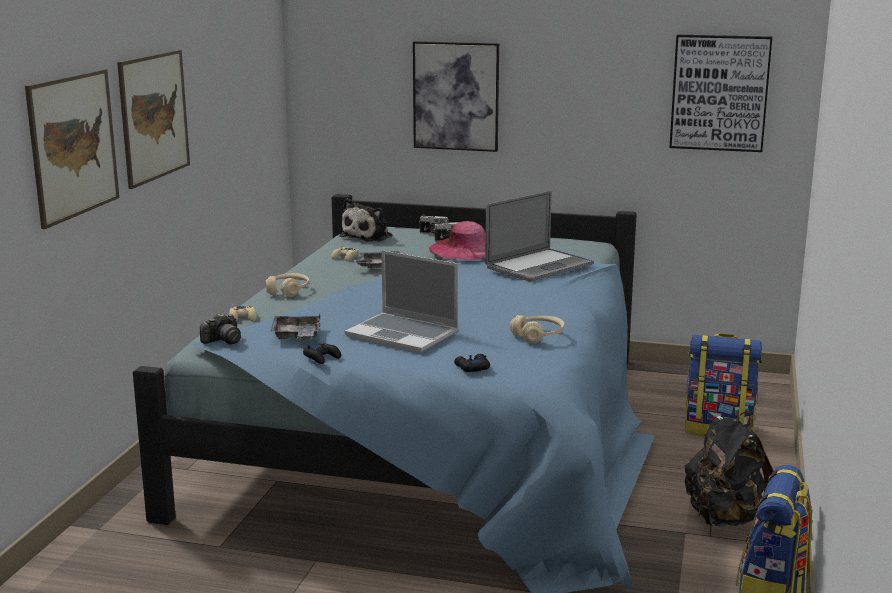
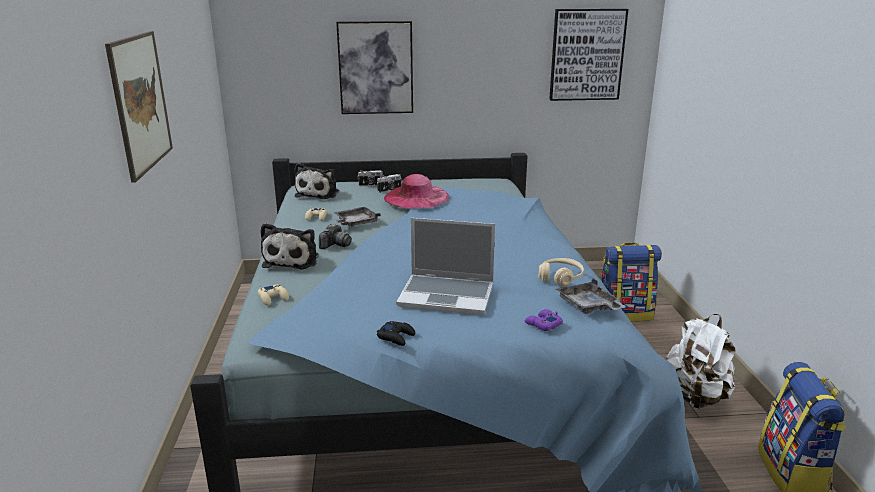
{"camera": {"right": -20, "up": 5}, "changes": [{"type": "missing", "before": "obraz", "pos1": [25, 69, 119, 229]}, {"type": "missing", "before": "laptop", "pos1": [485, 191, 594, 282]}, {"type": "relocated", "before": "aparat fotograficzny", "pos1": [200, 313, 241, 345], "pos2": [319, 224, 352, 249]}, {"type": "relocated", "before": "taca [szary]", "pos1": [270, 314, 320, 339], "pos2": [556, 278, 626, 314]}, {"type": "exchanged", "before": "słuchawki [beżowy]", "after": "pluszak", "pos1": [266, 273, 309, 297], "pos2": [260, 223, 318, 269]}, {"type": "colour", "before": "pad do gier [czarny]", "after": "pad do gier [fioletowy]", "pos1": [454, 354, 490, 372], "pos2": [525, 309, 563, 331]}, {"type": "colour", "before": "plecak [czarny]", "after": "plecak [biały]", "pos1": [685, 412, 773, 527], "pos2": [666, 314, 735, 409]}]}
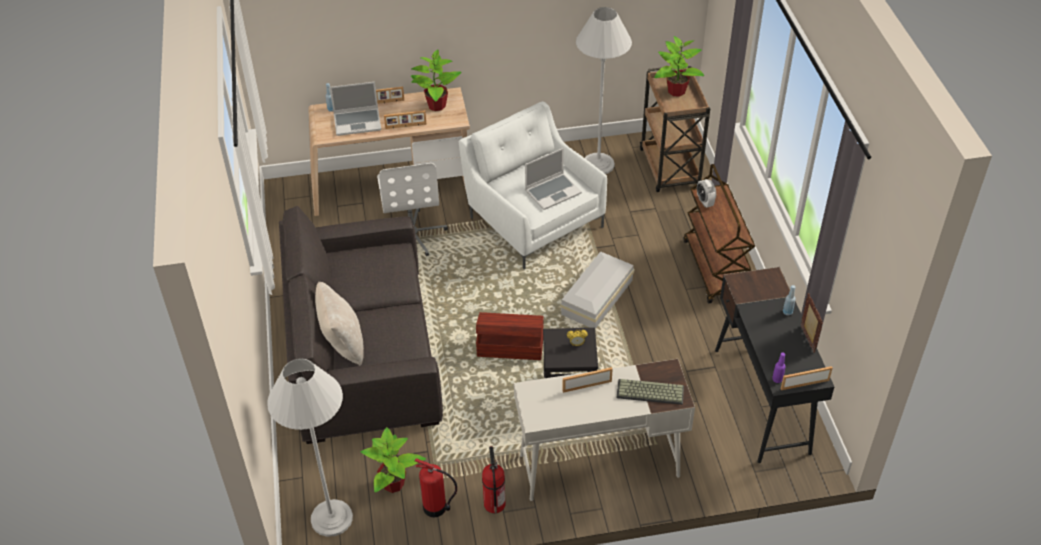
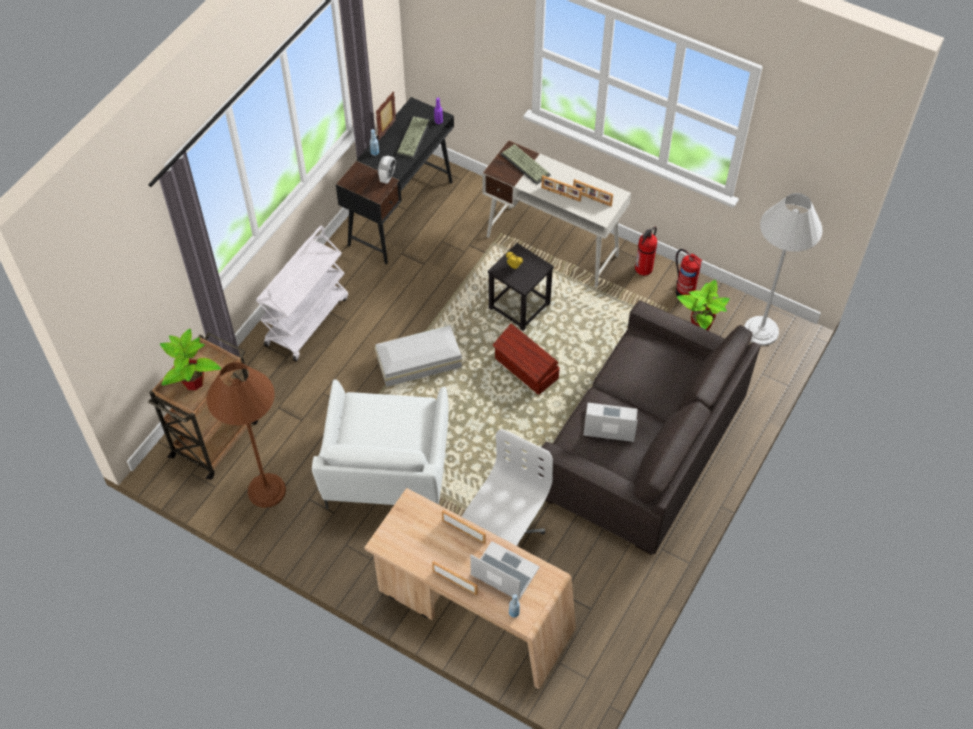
{"camera": {"right": -140, "up": 10}, "changes": [{"type": "missing", "before": "poduszka [beżowy]", "pos1": [315, 282, 364, 366]}, {"type": "missing", "before": "roślina doniczkowa", "pos1": [411, 49, 462, 111]}, {"type": "appeared", "after": "klawiatura", "pos2": [396, 116, 431, 159]}, {"type": "relocated", "before": "laptop", "pos1": [525, 148, 582, 210], "pos2": [584, 403, 638, 442]}, {"type": "relocated", "before": "budzik", "pos1": [697, 179, 716, 208], "pos2": [378, 156, 396, 184]}, {"type": "relocated", "before": "ramka na zdjęcie", "pos1": [781, 366, 833, 390], "pos2": [573, 179, 613, 206]}, {"type": "colour", "before": "lampa stojąca [biały]", "after": "lampa stojąca [brązowy]", "pos1": [576, 7, 632, 174], "pos2": [207, 362, 286, 508]}, {"type": "colour", "before": "wózek [brązowy]", "after": "wózek [biały]", "pos1": [684, 164, 755, 303], "pos2": [256, 226, 348, 361]}]}
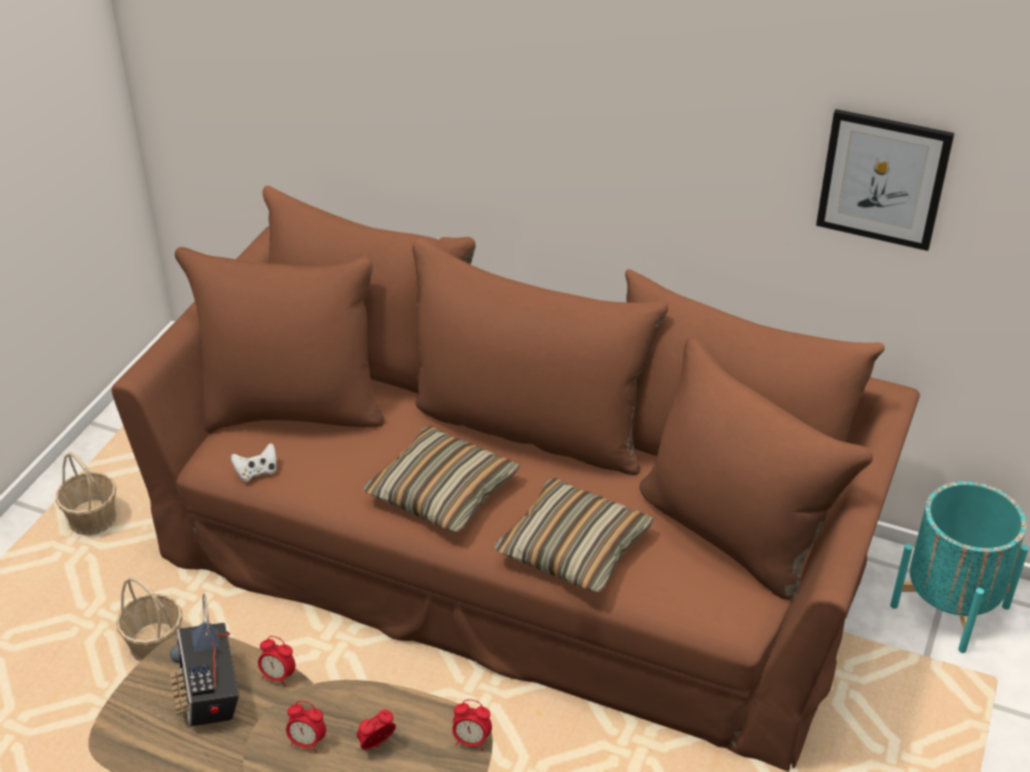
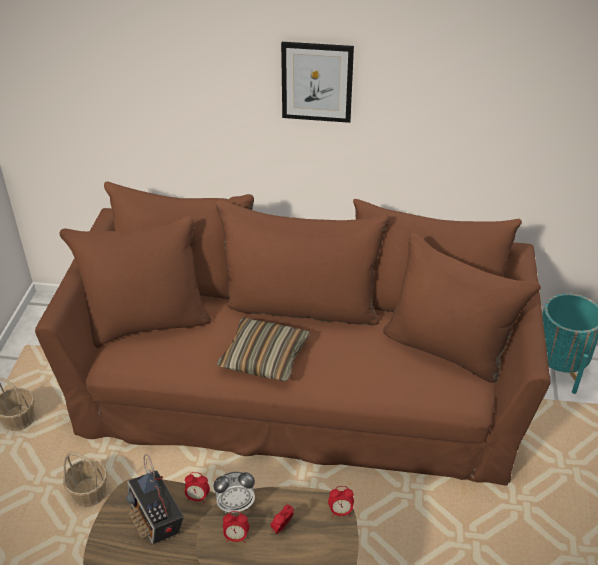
{"camera": {"right": -15, "up": 0}, "changes": [{"type": "missing", "before": "pad do gier [biały]", "pos1": [231, 443, 277, 481]}, {"type": "missing", "before": "poduszka", "pos1": [494, 478, 654, 593]}, {"type": "appeared", "after": "budzik", "pos2": [214, 472, 255, 513]}, {"type": "relocated", "before": "obraz", "pos1": [816, 109, 954, 251], "pos2": [281, 42, 354, 123]}]}
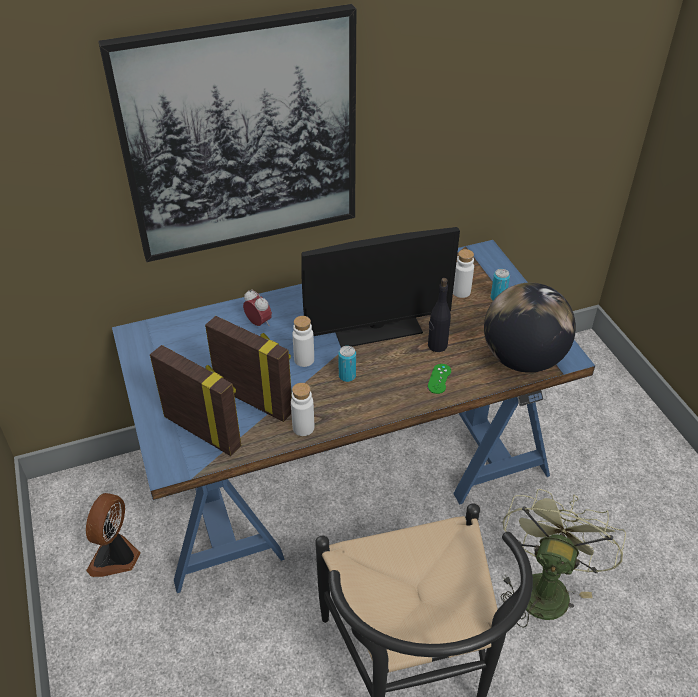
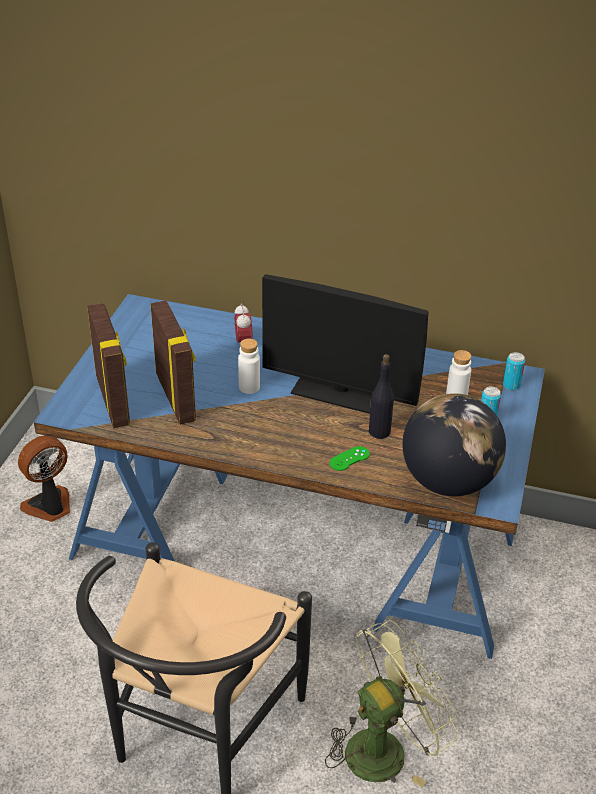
{"camera": {"right": 35, "up": -5}, "changes": [{"type": "missing", "before": "obraz", "pos1": [98, 4, 356, 262]}, {"type": "missing", "before": "butelka [biały]", "pos1": [291, 383, 314, 436]}, {"type": "relocated", "before": "puszka", "pos1": [338, 346, 356, 382], "pos2": [503, 352, 525, 390]}]}
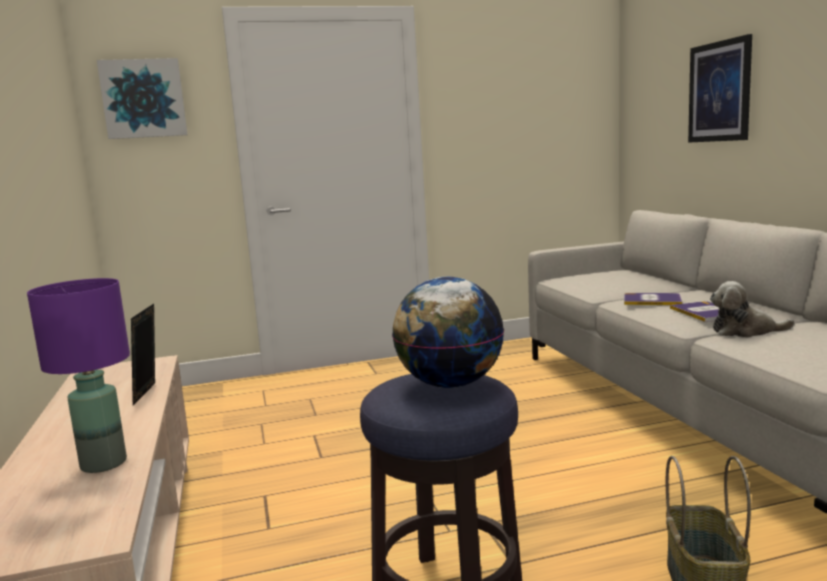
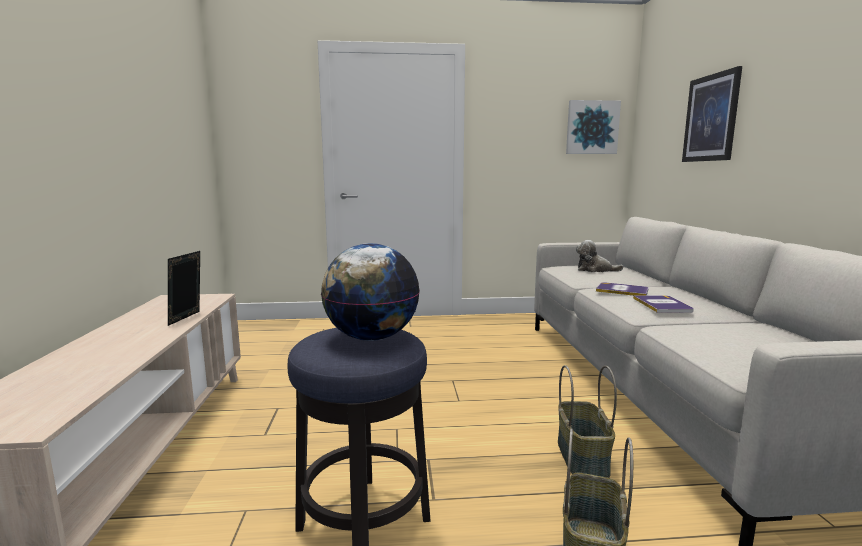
{"camera": {"right": 10, "up": 0}, "changes": [{"type": "missing", "before": "lampa stołowa [fioletowy]", "pos1": [27, 278, 130, 473]}, {"type": "appeared", "after": "koszyk", "pos2": [558, 365, 617, 478]}, {"type": "relocated", "before": "obraz", "pos1": [97, 58, 187, 139], "pos2": [566, 100, 621, 154]}, {"type": "relocated", "before": "pluszak", "pos1": [710, 281, 795, 338], "pos2": [576, 240, 624, 272]}]}
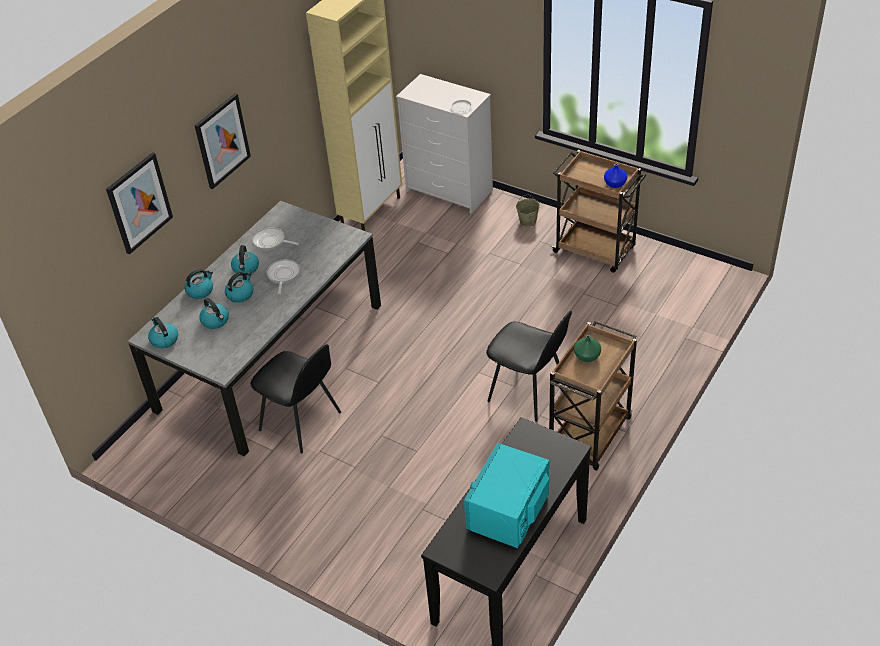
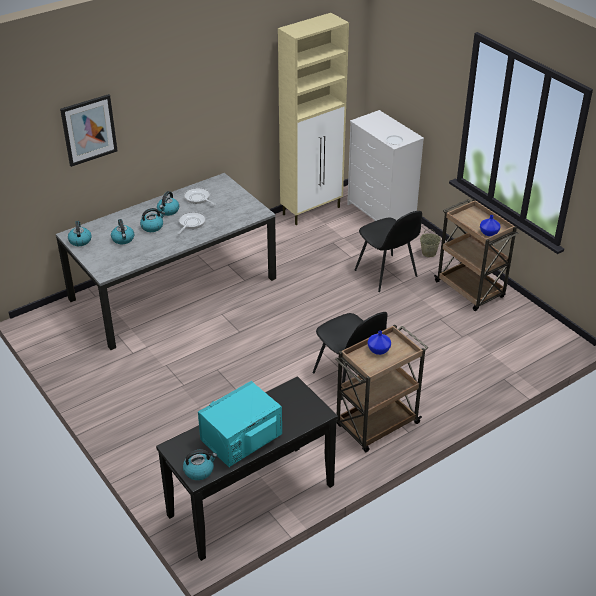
{"camera": {"right": 20, "up": -5}, "changes": [{"type": "missing", "before": "obraz", "pos1": [194, 93, 251, 189]}, {"type": "relocated", "before": "czajnik", "pos1": [184, 269, 213, 299], "pos2": [183, 450, 217, 480]}, {"type": "relocated", "before": "krzesło [czarny]", "pos1": [250, 344, 341, 453], "pos2": [355, 211, 422, 292]}, {"type": "colour", "before": "wazon [zielony]", "after": "wazon [niebieski]", "pos1": [574, 335, 601, 362], "pos2": [368, 331, 391, 355]}]}
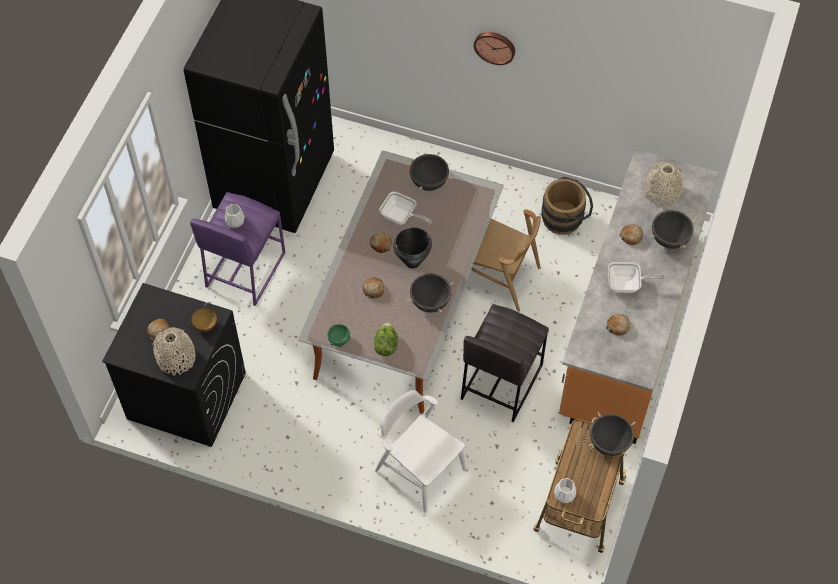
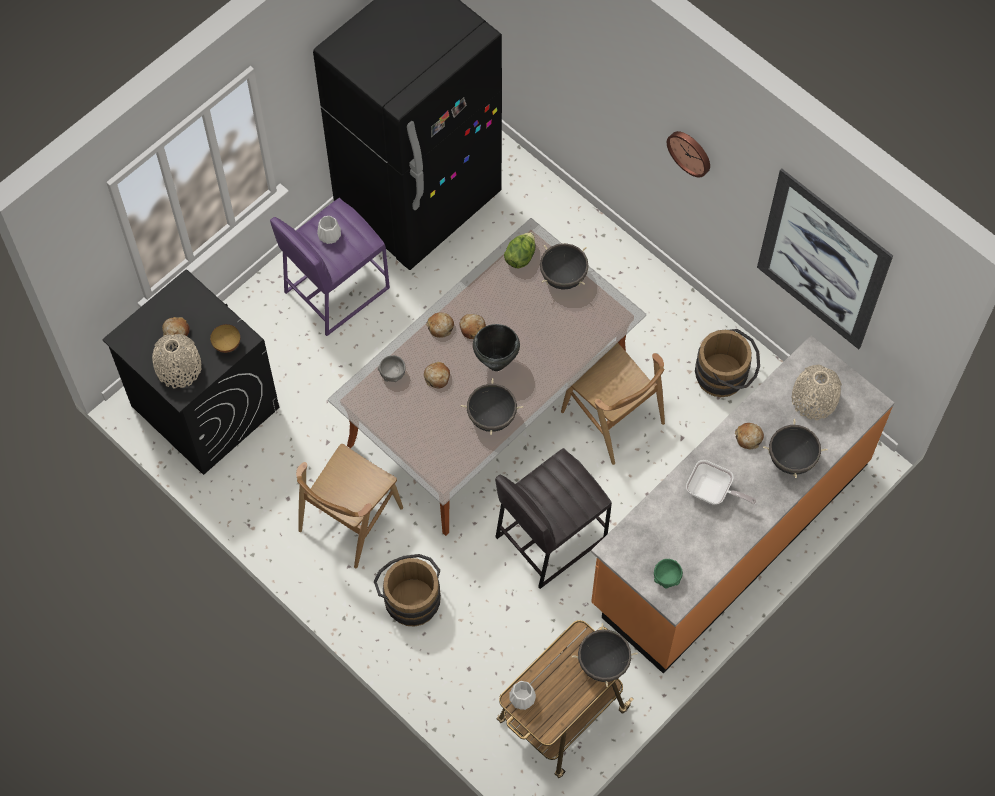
{"camera": {"right": 25, "up": 5}, "changes": [{"type": "missing", "before": "patelnia", "pos1": [379, 192, 432, 225]}, {"type": "appeared", "after": "krzesło [brązowy]", "pos2": [296, 444, 403, 569]}, {"type": "appeared", "after": "miska [szary]", "pos2": [378, 355, 405, 382]}, {"type": "appeared", "after": "obraz", "pos2": [757, 168, 893, 349]}, {"type": "relocated", "before": "miska [zielony]", "pos1": [327, 324, 350, 347], "pos2": [654, 559, 683, 588]}, {"type": "relocated", "before": "sałata", "pos1": [374, 322, 398, 356], "pos2": [504, 232, 535, 268]}, {"type": "relocated", "before": "chleb", "pos1": [606, 314, 630, 336], "pos2": [426, 313, 454, 338]}, {"type": "exchanged", "before": "krzesło [biały]", "after": "wiadro [brązowy]", "pos1": [375, 390, 466, 513], "pos2": [374, 554, 441, 626]}]}
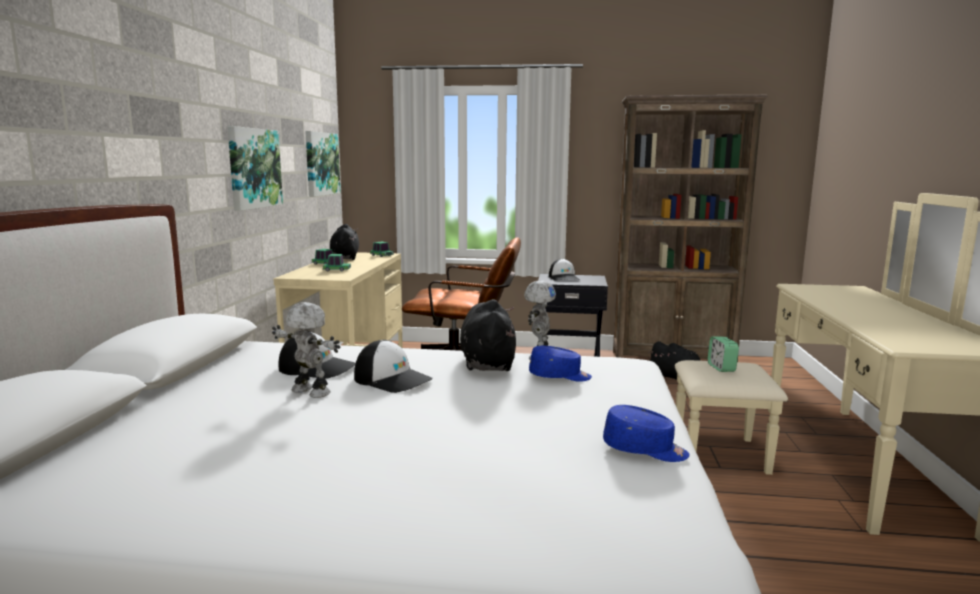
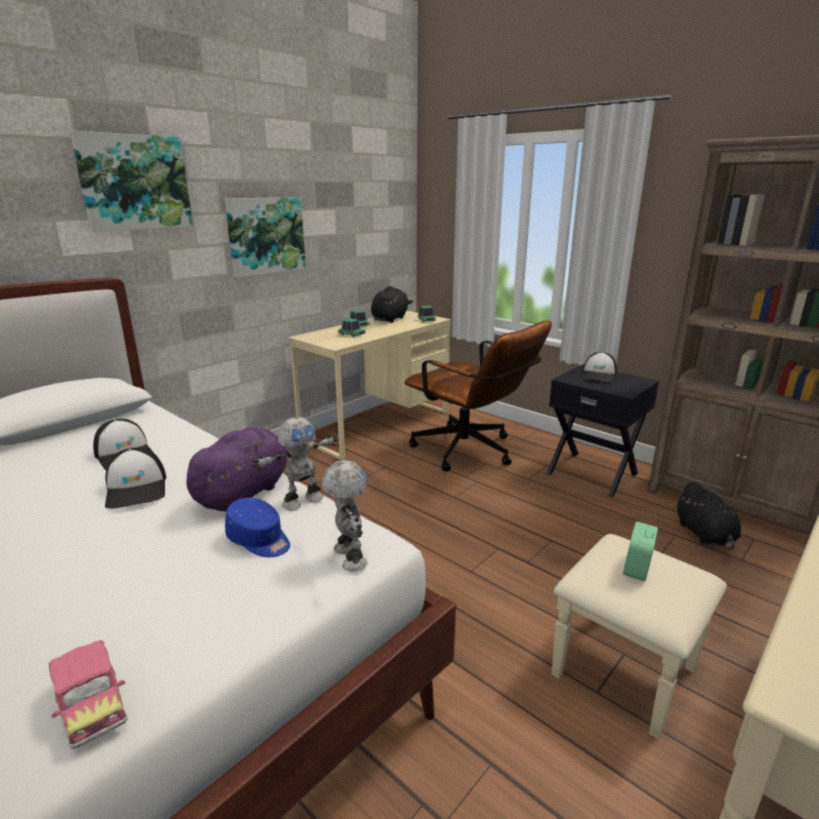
{"camera": {"right": 35, "up": 10}, "changes": [{"type": "relocated", "before": "robot zabawkowy", "pos1": [272, 302, 340, 398], "pos2": [322, 460, 368, 572]}, {"type": "relocated", "before": "obraz", "pos1": [305, 131, 341, 197], "pos2": [70, 131, 193, 232]}, {"type": "exchanged", "before": "czapka z daszkiem [niebieski]", "after": "samochodzik", "pos1": [603, 405, 690, 462], "pos2": [49, 640, 128, 749]}, {"type": "colour", "before": "pluszak [czarny]", "after": "pluszak [fioletowy]", "pos1": [460, 299, 516, 371], "pos2": [186, 427, 288, 512]}]}
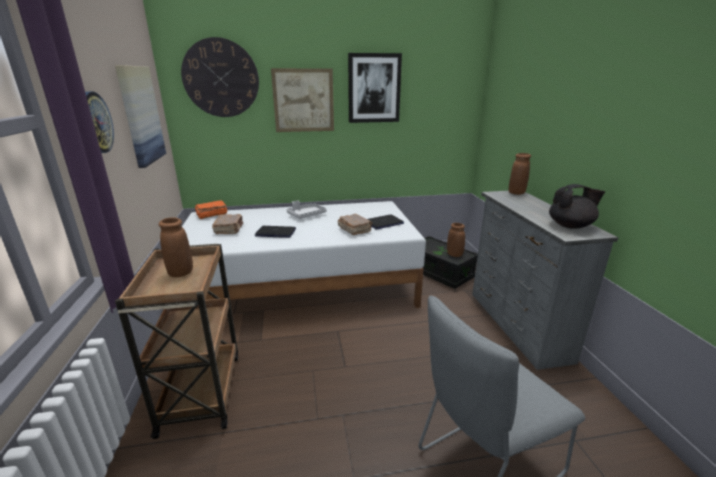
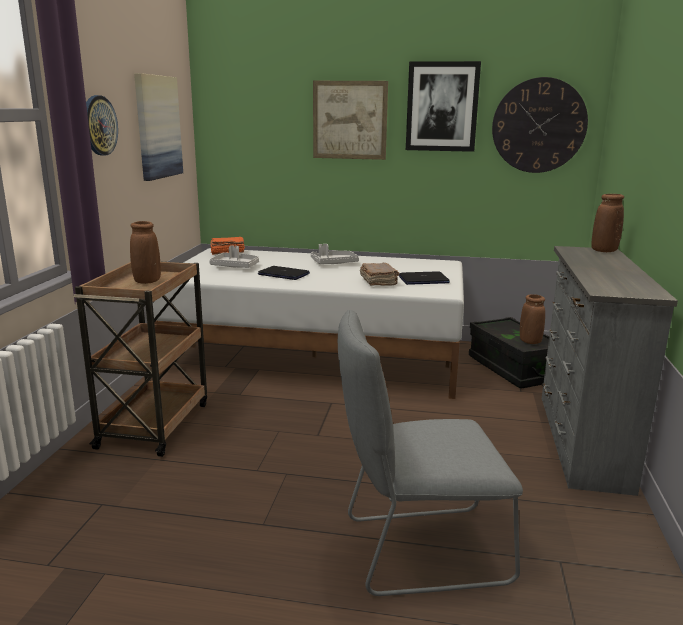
{"camera": {"right": 20, "up": -5}, "changes": [{"type": "missing", "before": "imbryk [czarny]", "pos1": [549, 184, 605, 229]}, {"type": "relocated", "before": "zegar ścienny", "pos1": [181, 37, 259, 117], "pos2": [492, 77, 588, 173]}, {"type": "exchanged", "before": "książka [brązowy]", "after": "taca [szary]", "pos1": [212, 214, 243, 234], "pos2": [209, 245, 259, 268]}]}
